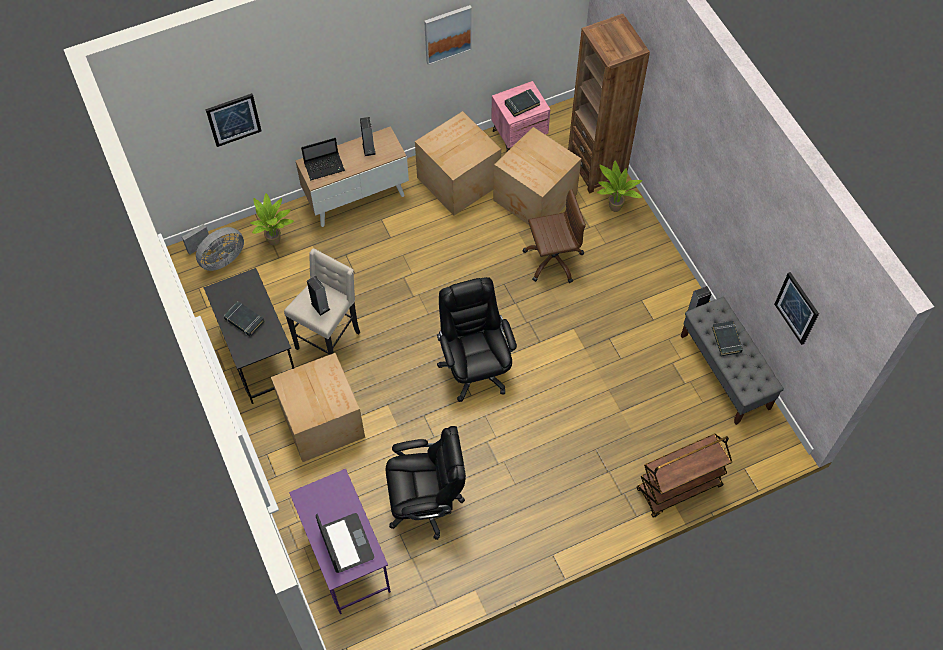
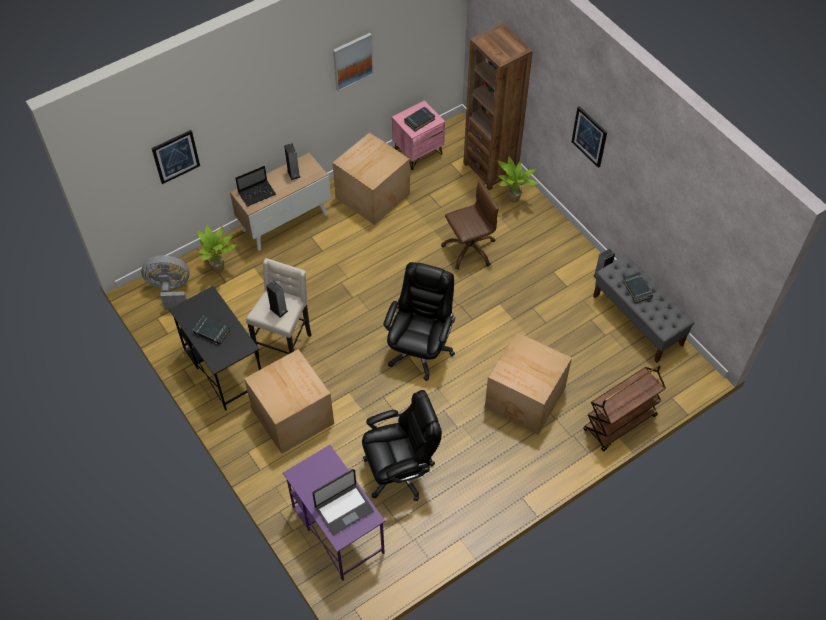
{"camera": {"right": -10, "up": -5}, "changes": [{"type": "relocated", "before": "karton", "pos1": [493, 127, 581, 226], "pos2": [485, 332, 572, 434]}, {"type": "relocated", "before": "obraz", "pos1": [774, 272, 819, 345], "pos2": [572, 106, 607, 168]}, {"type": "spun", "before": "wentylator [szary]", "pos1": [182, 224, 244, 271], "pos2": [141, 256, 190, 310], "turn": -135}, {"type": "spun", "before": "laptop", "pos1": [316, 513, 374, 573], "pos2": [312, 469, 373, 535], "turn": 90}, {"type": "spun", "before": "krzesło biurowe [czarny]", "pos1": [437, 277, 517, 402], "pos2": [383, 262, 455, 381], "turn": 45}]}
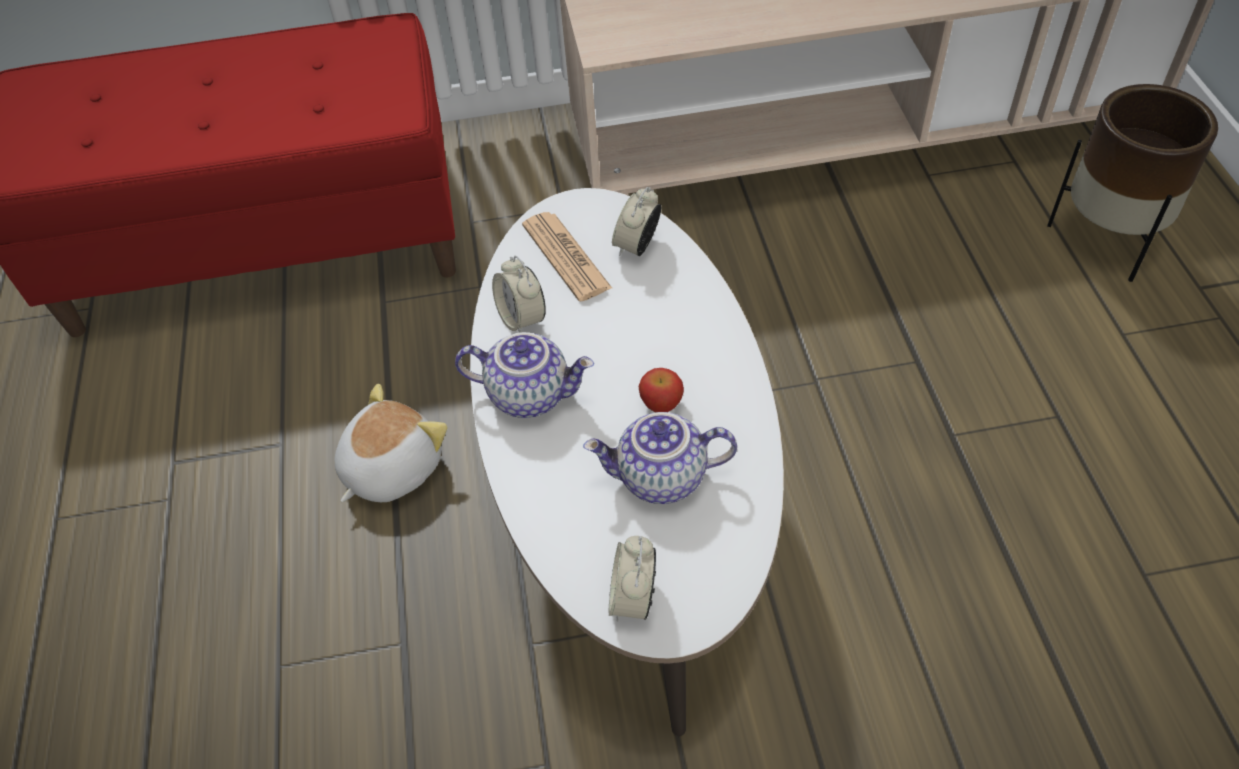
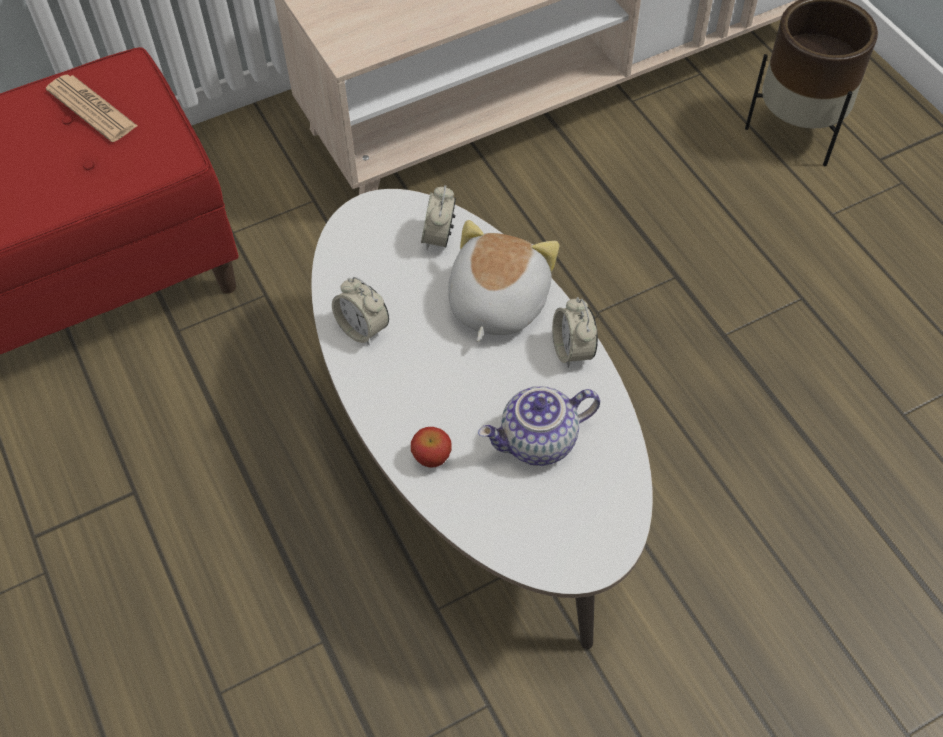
{"camera": {"right": -20, "up": 5}, "changes": [{"type": "missing", "before": "imbryk", "pos1": [455, 332, 594, 418]}, {"type": "relocated", "before": "pluszak", "pos1": [334, 384, 448, 502], "pos2": [448, 220, 560, 342]}, {"type": "relocated", "before": "gazeta", "pos1": [522, 212, 612, 301], "pos2": [46, 74, 138, 142]}, {"type": "relocated", "before": "budzik", "pos1": [609, 536, 656, 621], "pos2": [552, 297, 598, 368]}, {"type": "relocated", "before": "jabłko", "pos1": [639, 368, 684, 412], "pos2": [411, 427, 452, 467]}]}
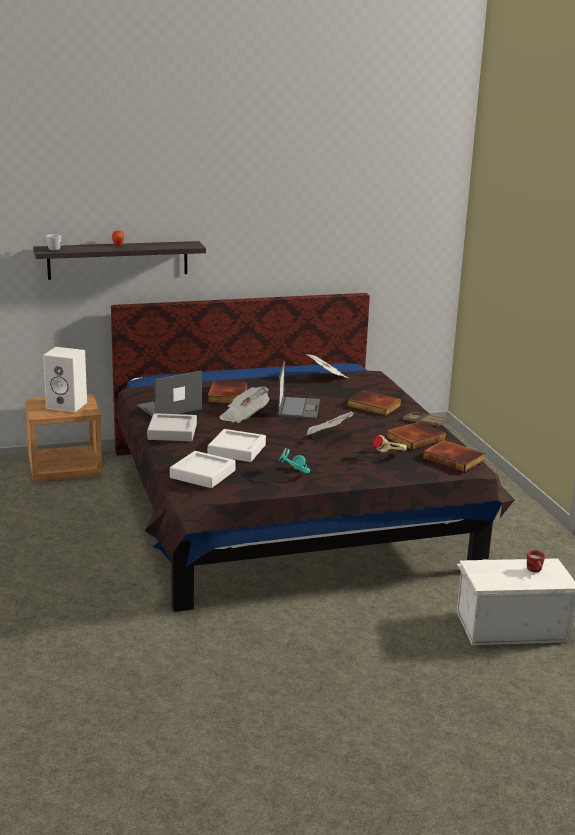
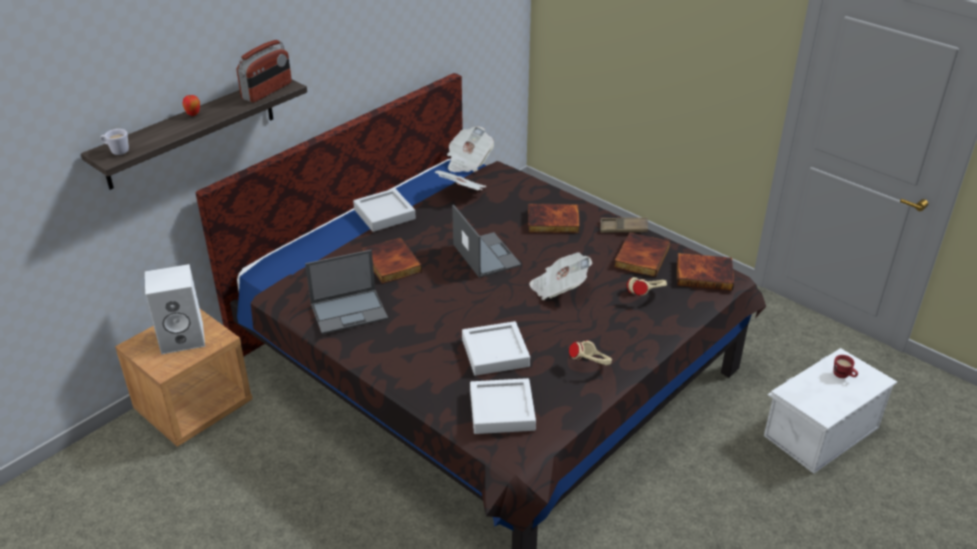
{"camera": {"right": -30, "up": 15}, "changes": [{"type": "appeared", "after": "radio", "pos2": [237, 40, 292, 103]}, {"type": "relocated", "before": "taca [szary]", "pos1": [147, 413, 197, 441], "pos2": [353, 188, 416, 232]}, {"type": "relocated", "before": "gazeta", "pos1": [220, 387, 269, 423], "pos2": [447, 126, 494, 172]}, {"type": "colour", "before": "słuchawki [turkusowy]", "after": "słuchawki [beżowy]", "pos1": [278, 448, 310, 473], "pos2": [569, 340, 612, 365]}, {"type": "spun", "before": "laptop", "pos1": [137, 371, 202, 416], "pos2": [305, 250, 388, 334], "turn": -135}]}
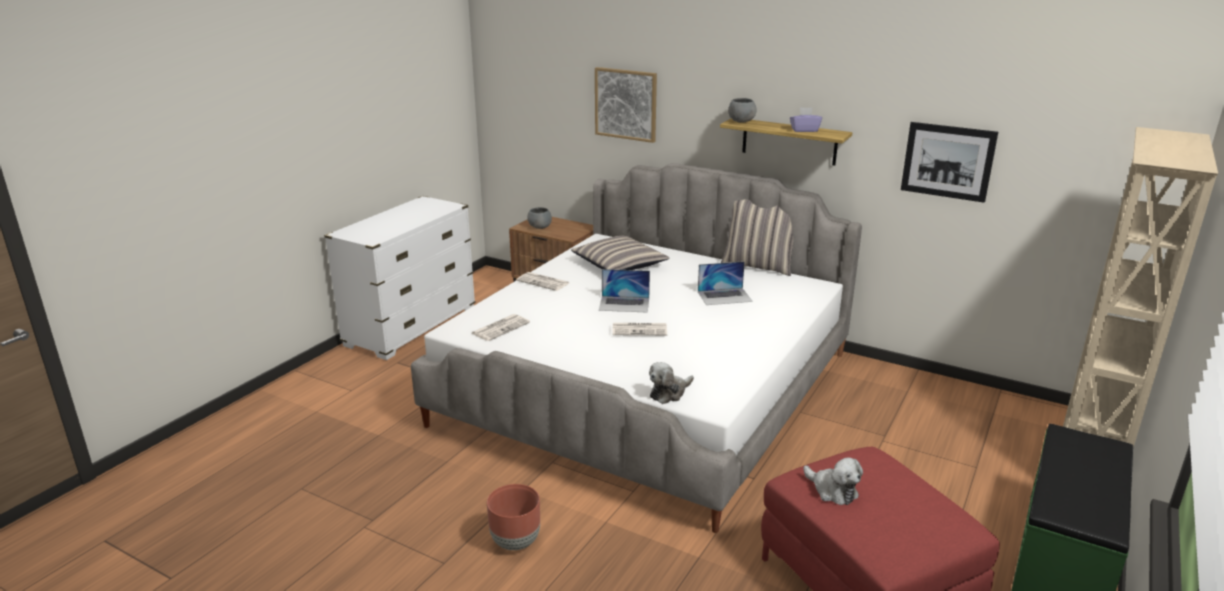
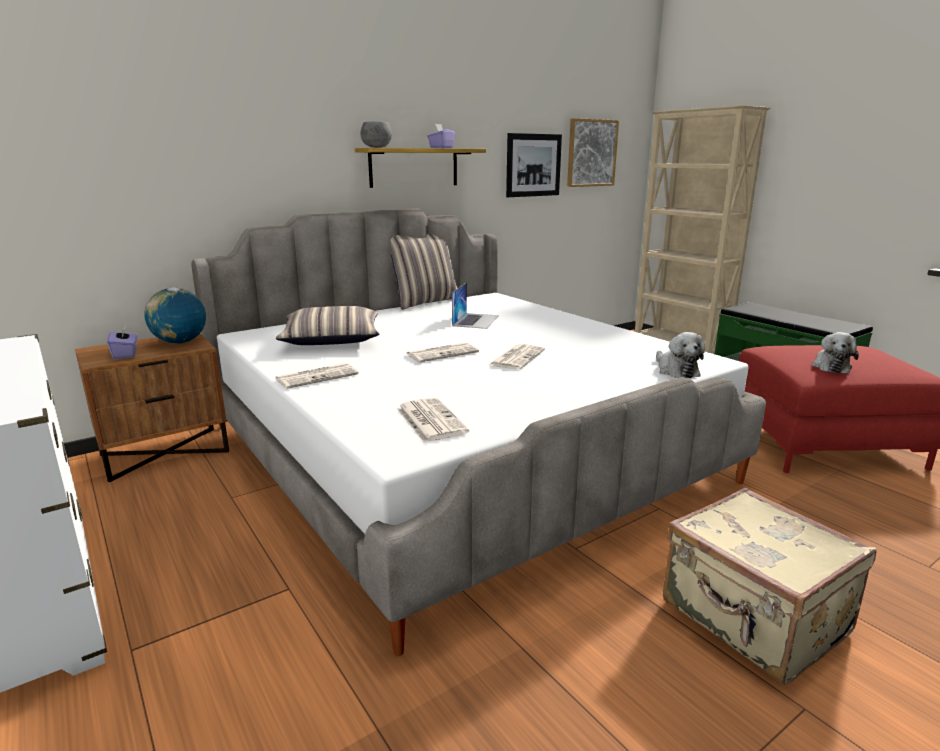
{"camera": {"right": -65, "up": -5}, "changes": [{"type": "appeared", "after": "globus", "pos2": [144, 287, 206, 344]}, {"type": "relocated", "before": "obraz", "pos1": [595, 67, 657, 143], "pos2": [567, 118, 619, 187]}, {"type": "exchanged", "before": "donica [brązowy]", "after": "walizka [beżowy]", "pos1": [487, 484, 540, 550], "pos2": [663, 488, 876, 685]}, {"type": "exchanged", "before": "miska [szary]", "after": "pudełko chusteczek [fioletowy]", "pos1": [527, 207, 552, 229], "pos2": [107, 325, 137, 359]}, {"type": "exchanged", "before": "laptop", "after": "gazeta", "pos1": [599, 269, 650, 313], "pos2": [406, 342, 479, 362]}, {"type": "spun", "before": "pluszak", "pos1": [803, 458, 863, 505], "pos2": [812, 332, 859, 374], "turn": 120}]}
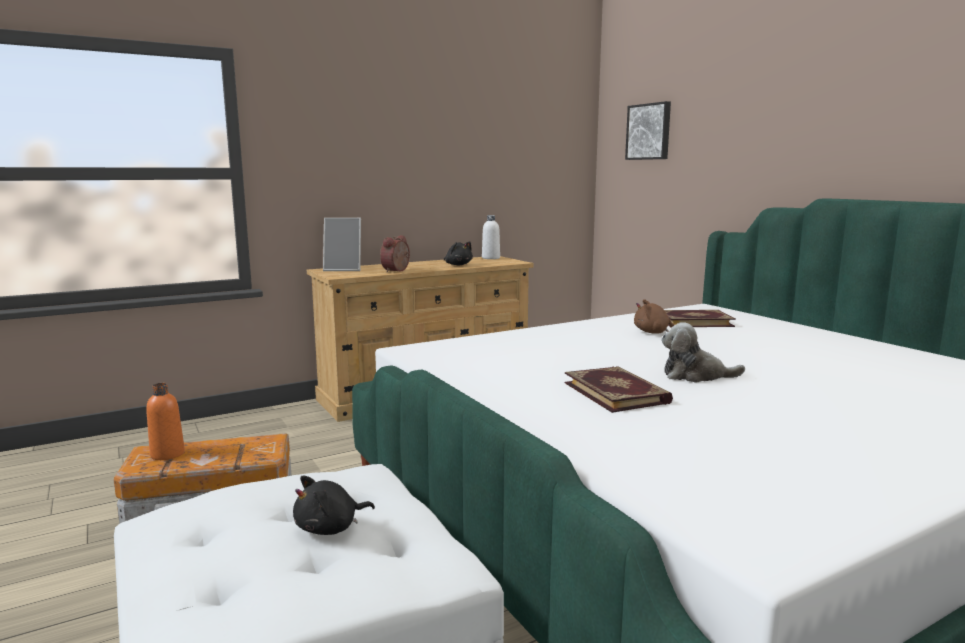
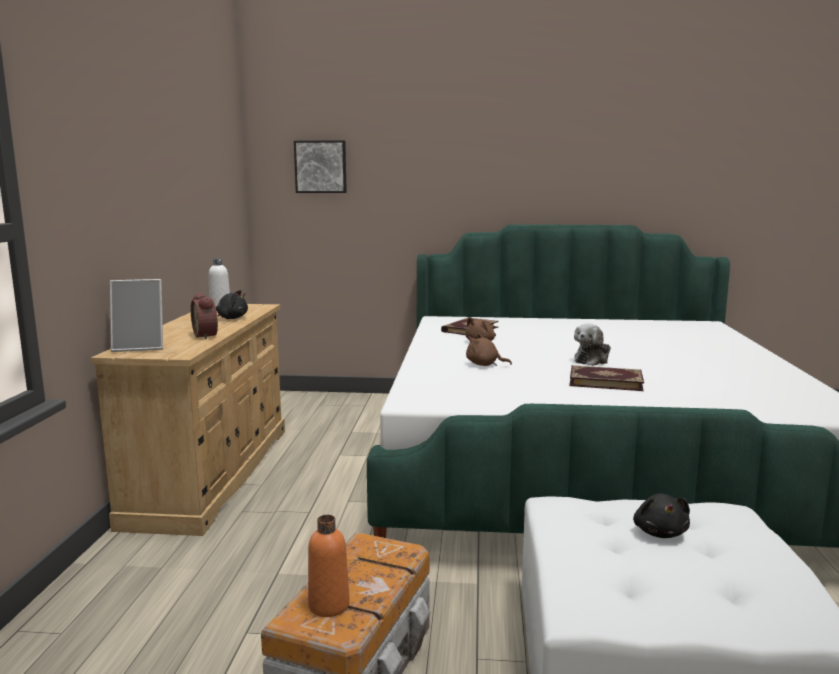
{"camera": {"right": -55, "up": 0}, "changes": [{"type": "appeared", "after": "pluszak [brązowy]", "pos2": [466, 333, 512, 366]}, {"type": "spun", "before": "ramka na zdjęcie", "pos1": [323, 218, 361, 271], "pos2": [110, 279, 163, 352], "turn": 45}]}
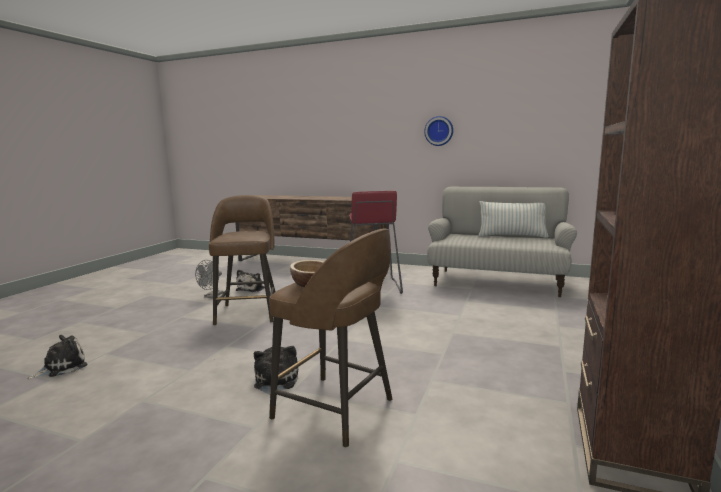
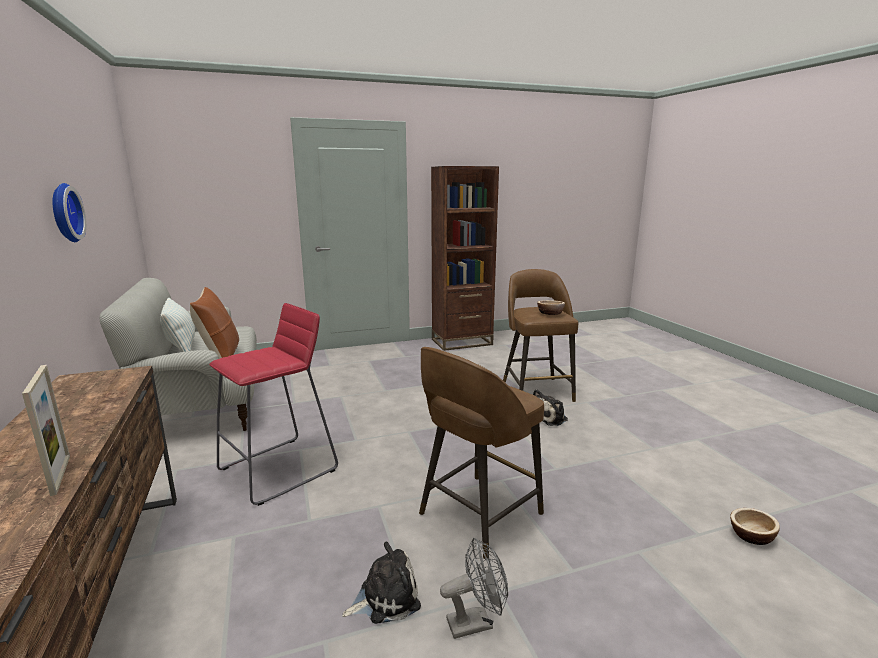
{"camera": {"right": -130, "up": 5}, "changes": [{"type": "appeared", "after": "ramka na zdjęcie", "pos2": [22, 365, 70, 496]}, {"type": "appeared", "after": "poduszka [brązowy]", "pos2": [190, 287, 239, 359]}, {"type": "exchanged", "before": "pluszak", "after": "miska", "pos1": [27, 335, 87, 380], "pos2": [730, 508, 780, 545]}]}
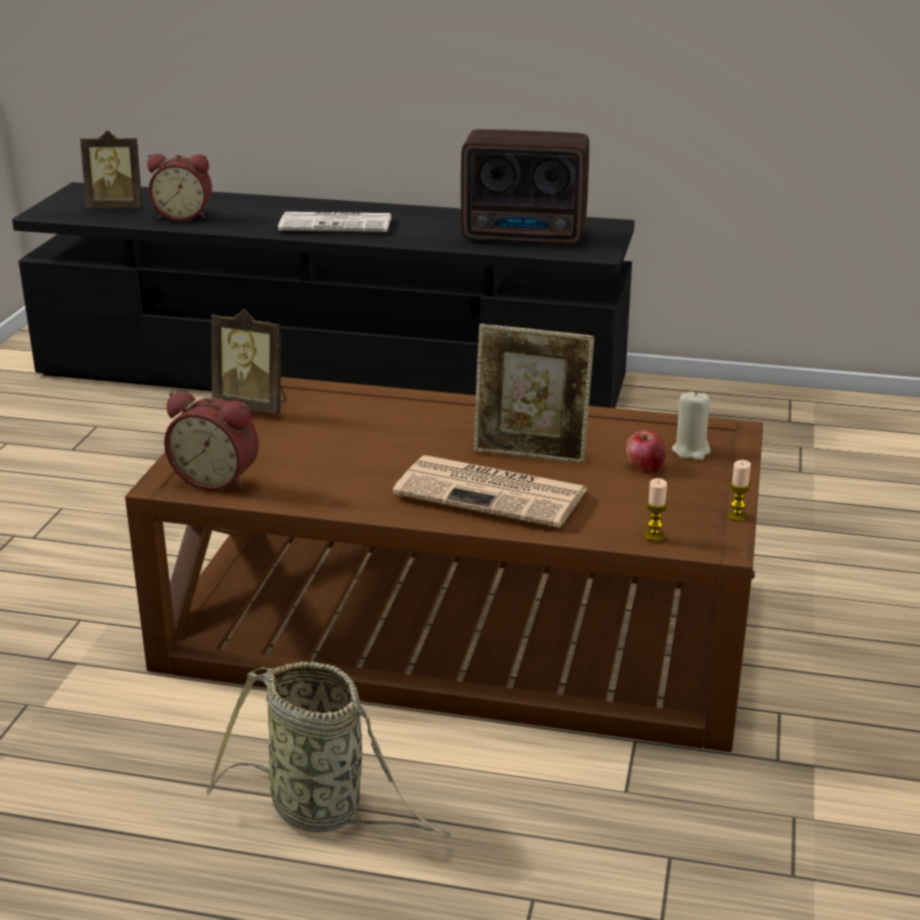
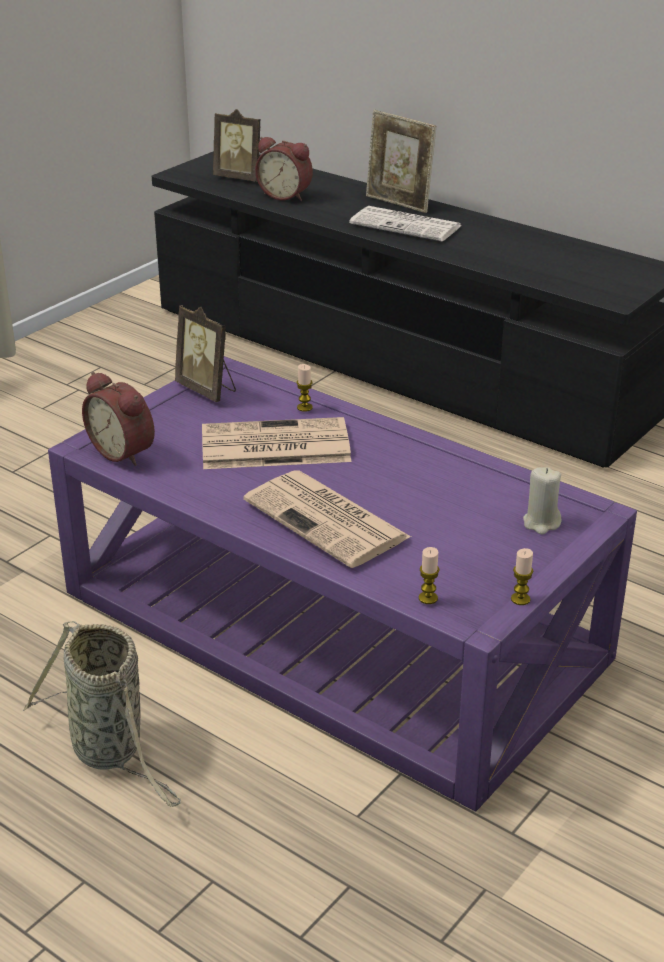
{"camera": {"right": 25, "up": 5}, "changes": [{"type": "missing", "before": "radio", "pos1": [461, 129, 589, 244]}, {"type": "missing", "before": "jabłko", "pos1": [626, 430, 666, 473]}, {"type": "appeared", "after": "gazeta", "pos2": [202, 417, 351, 469]}, {"type": "appeared", "after": "świeca", "pos2": [297, 364, 313, 412]}, {"type": "relocated", "before": "ramka na zdjęcie", "pos1": [474, 324, 594, 464], "pos2": [366, 110, 436, 213]}, {"type": "colour", "before": "ława [brązowy]", "after": "ława [fioletowy]", "pos1": [125, 377, 763, 752], "pos2": [48, 356, 637, 812]}]}
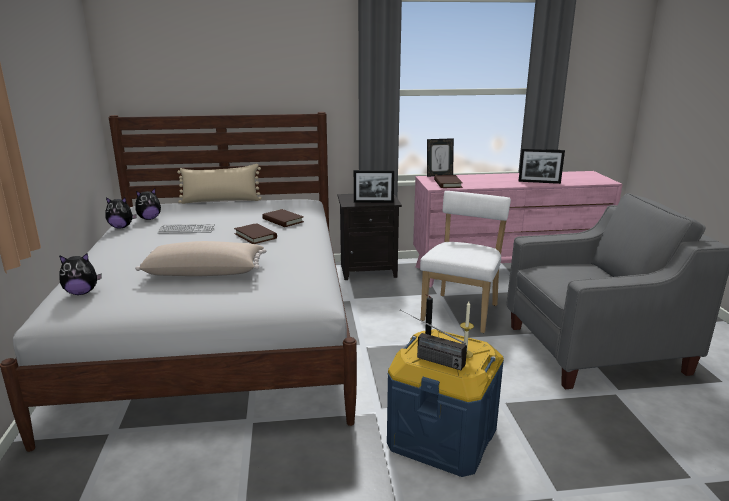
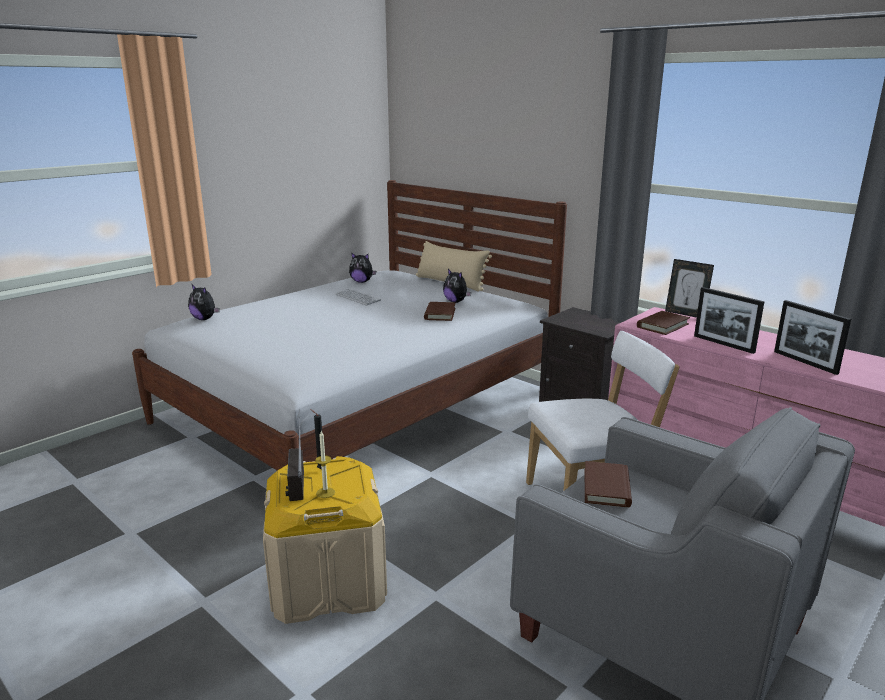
{"camera": {"right": 50, "up": 0}, "changes": [{"type": "missing", "before": "poduszka [beżowy]", "pos1": [135, 241, 266, 276]}, {"type": "relocated", "before": "pluszak", "pos1": [105, 197, 137, 228], "pos2": [443, 269, 471, 303]}, {"type": "relocated", "before": "książka [brązowy]", "pos1": [234, 223, 277, 244], "pos2": [585, 461, 632, 507]}, {"type": "relocated", "before": "ramka na zdjęcie", "pos1": [354, 170, 394, 203], "pos2": [694, 287, 764, 354]}, {"type": "colour", "before": "pojemnik do przechowywania [niebieski]", "after": "pojemnik do przechowywania [beżowy]", "pos1": [387, 329, 504, 477], "pos2": [263, 456, 387, 624]}]}
